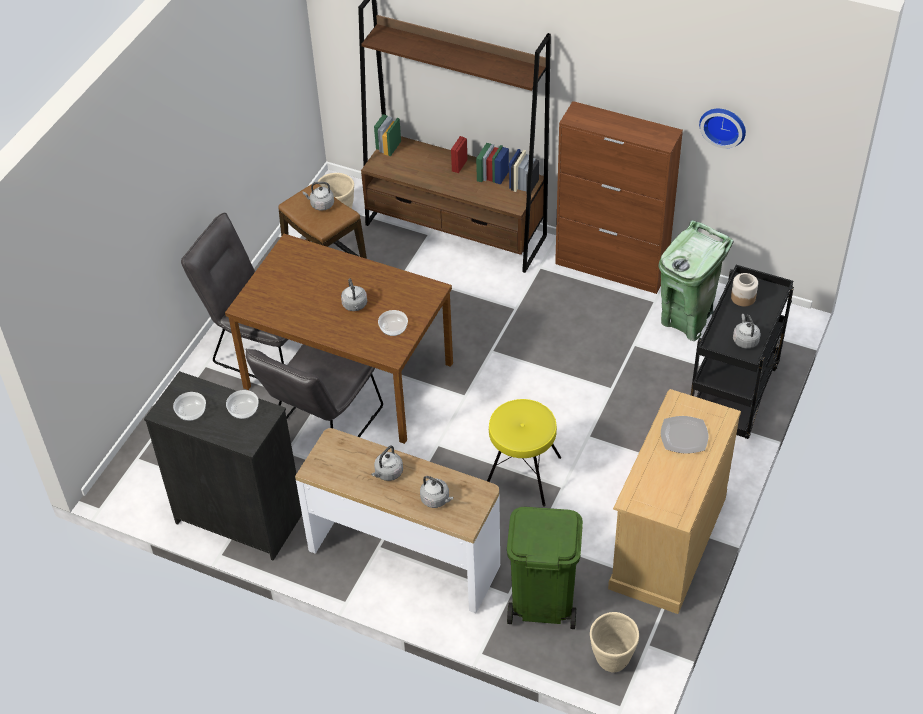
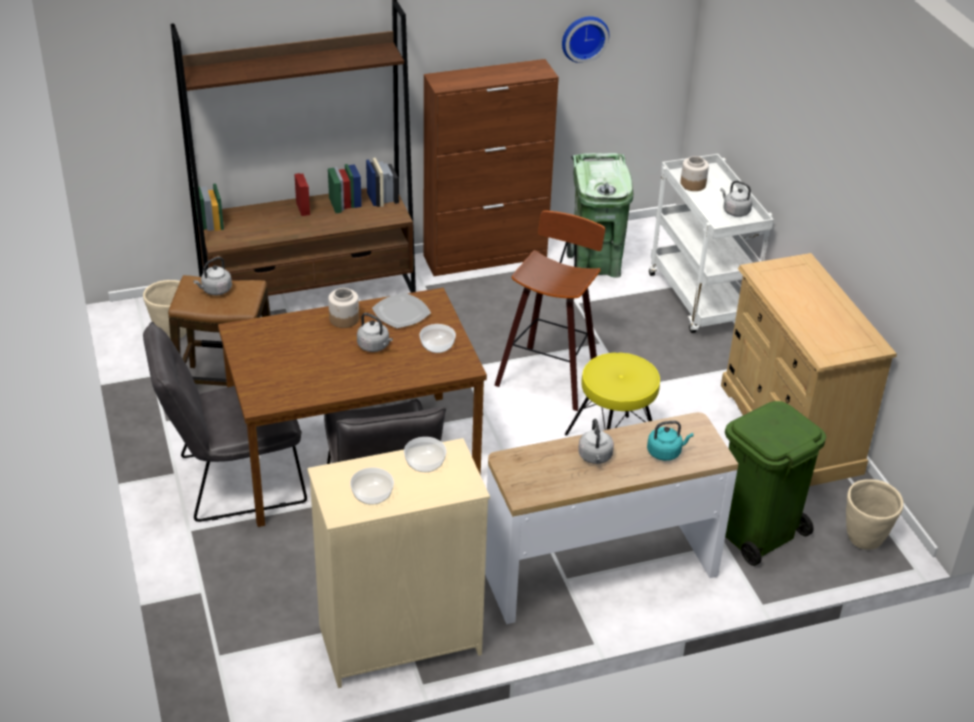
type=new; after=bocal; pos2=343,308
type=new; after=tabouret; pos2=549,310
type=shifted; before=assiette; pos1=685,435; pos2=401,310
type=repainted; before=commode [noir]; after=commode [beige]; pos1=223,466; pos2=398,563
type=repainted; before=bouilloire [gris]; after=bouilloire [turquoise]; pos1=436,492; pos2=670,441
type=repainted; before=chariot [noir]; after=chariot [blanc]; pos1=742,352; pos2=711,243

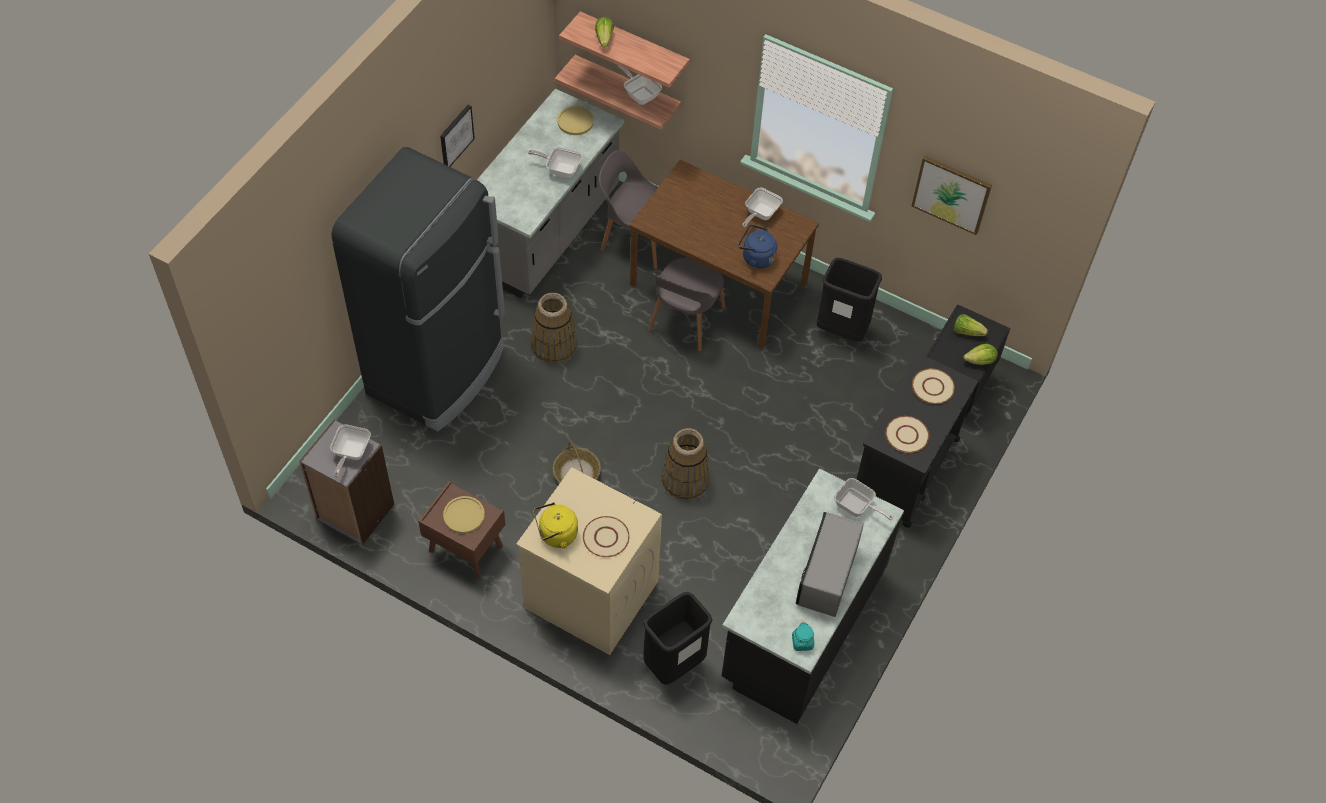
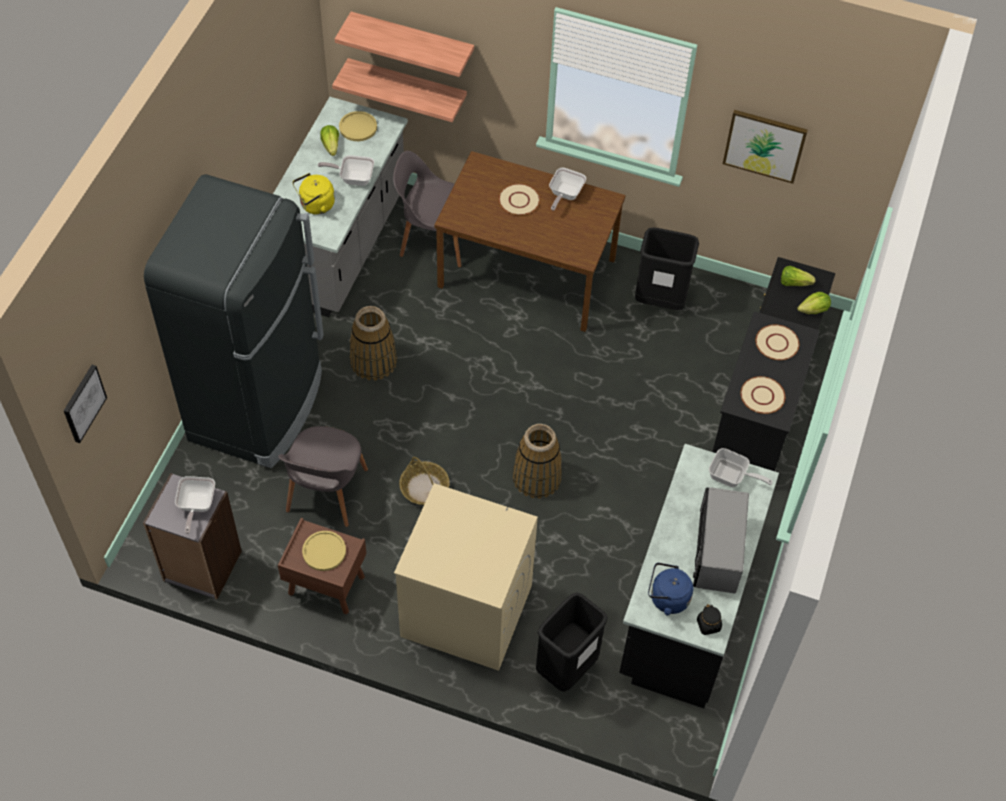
type=gone; before=poêle; pos1=640,85
type=shifted; before=tableau; pos1=457,136; pos2=85,404
type=shifted; before=bouilloire [jaune]; pos1=555,525; pos2=313,194
type=shifted; before=assiette [beige]; pos1=606,536; pos2=519,199
type=shifted; before=laitue; pos1=604,32; pos2=329,140
type=shifted; before=chaise [gris]; pos1=686,305; pos2=323,476
type=shifted; before=bouilloire [bleu]; pos1=757,246; pos2=670,589
type=repainted; before=bocal [turquoise]; after=bocal [noir]; pos1=803,636; pos2=709,619

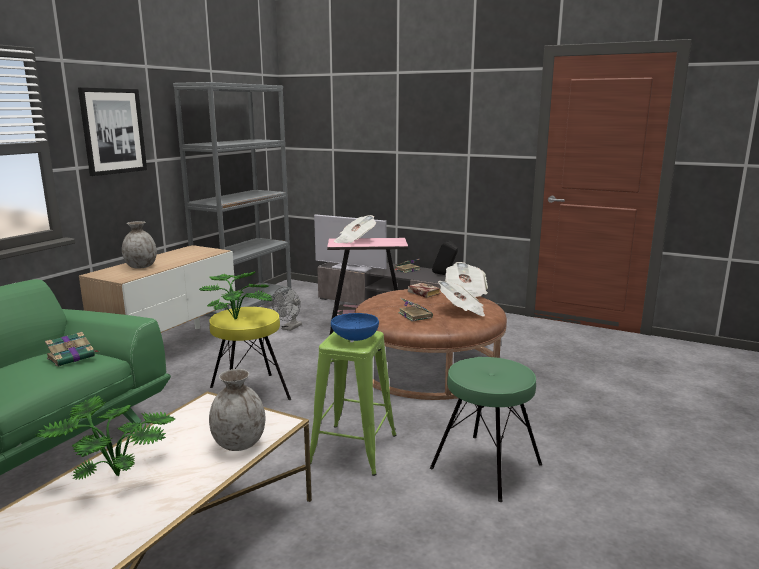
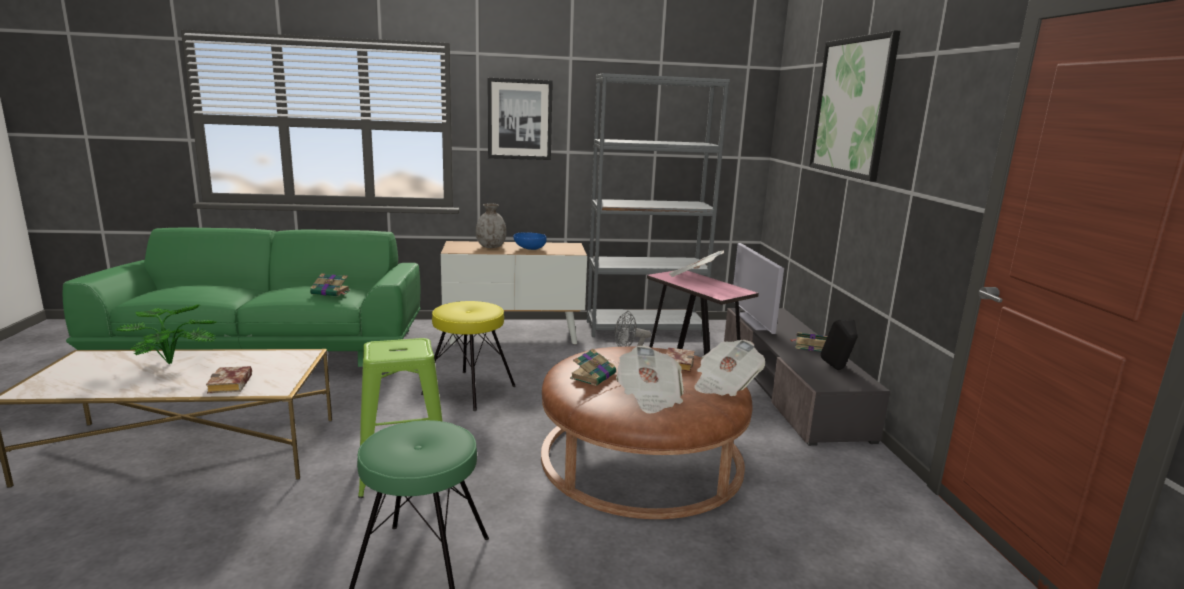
type=gone; before=plante en pot; pos1=236,295
type=new; after=tableau; pos2=854,106
type=shifted; before=bol [bleu]; pos1=355,327; pos2=530,241
type=swapped; before=vase [gris]; after=livre; pos1=237,410; pos2=229,379

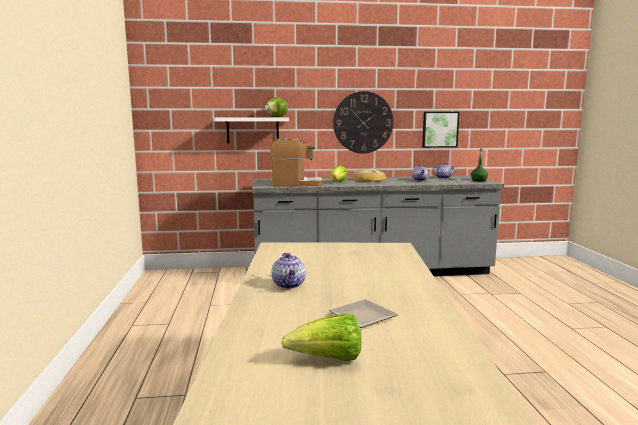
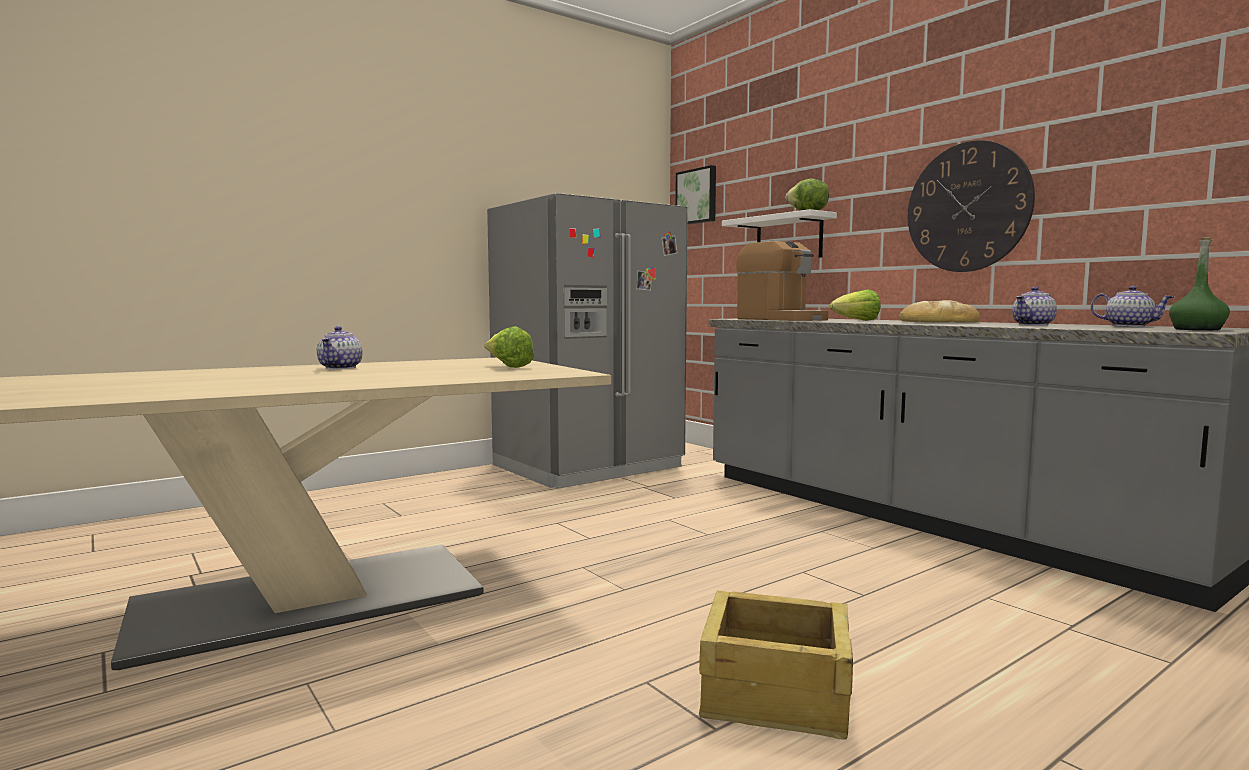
type=gone; before=assiette; pos1=363,313
type=new; after=réfrigérateur [gris]; pos2=587,341
type=new; after=caisse; pos2=776,665
type=shifted; before=laitue; pos1=321,337; pos2=509,347
type=shifted; before=tableau; pos1=441,130; pos2=695,195
type=rotated; before=théière; pos1=289,271; pos2=339,347; turn=-45

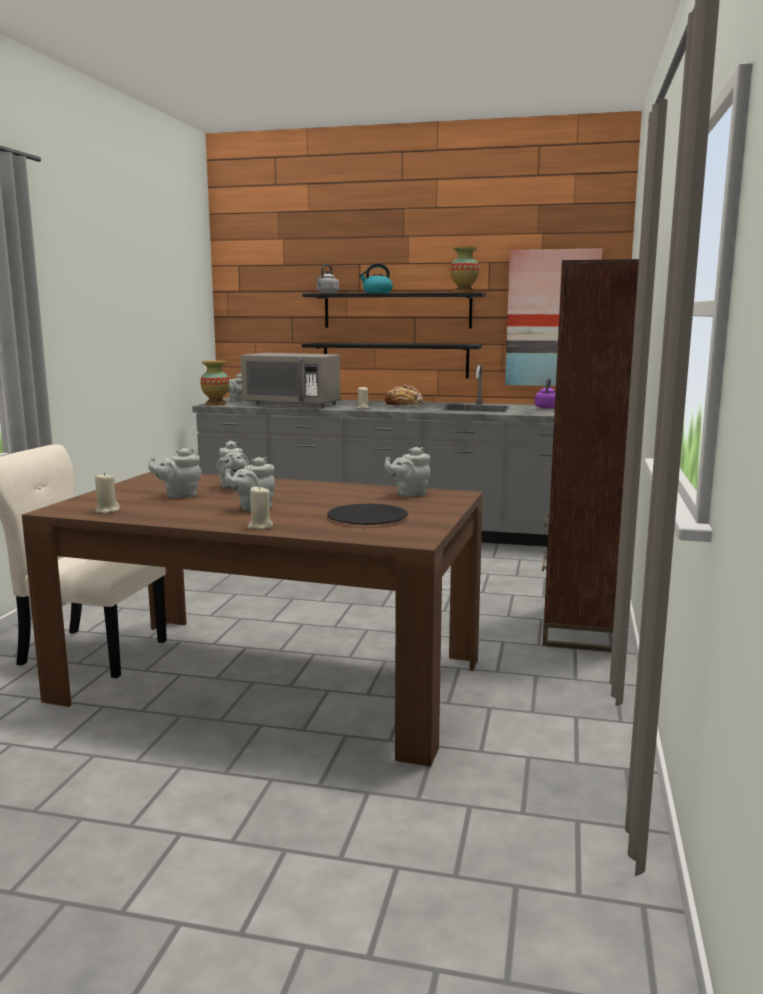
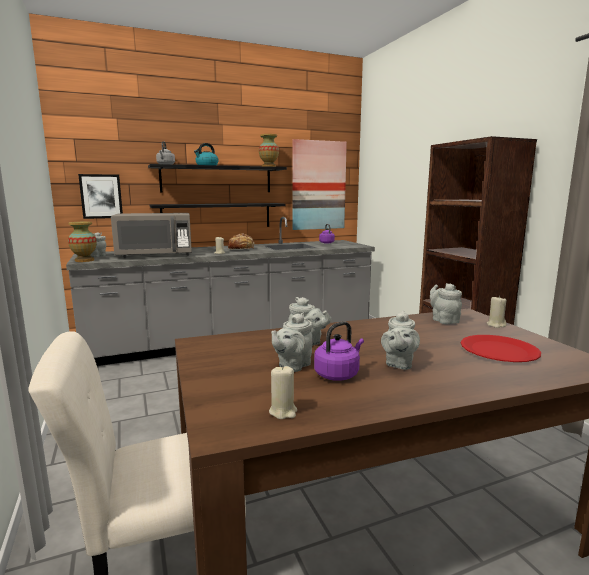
type=new; after=tableau; pos2=100,196
type=new; after=bouilloire [violet]; pos2=339,351
type=shifted; before=bougie [beige]; pos1=260,507; pos2=497,312
type=repainted; before=assiette [noir]; after=assiette [rouge]; pos1=367,514; pos2=501,348
type=rotated; before=théière [gris]; pos1=407,472; pos2=446,303; turn=135

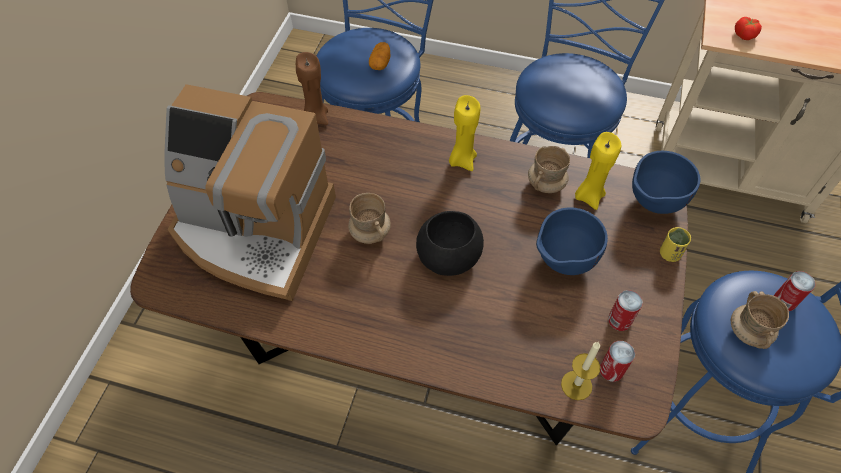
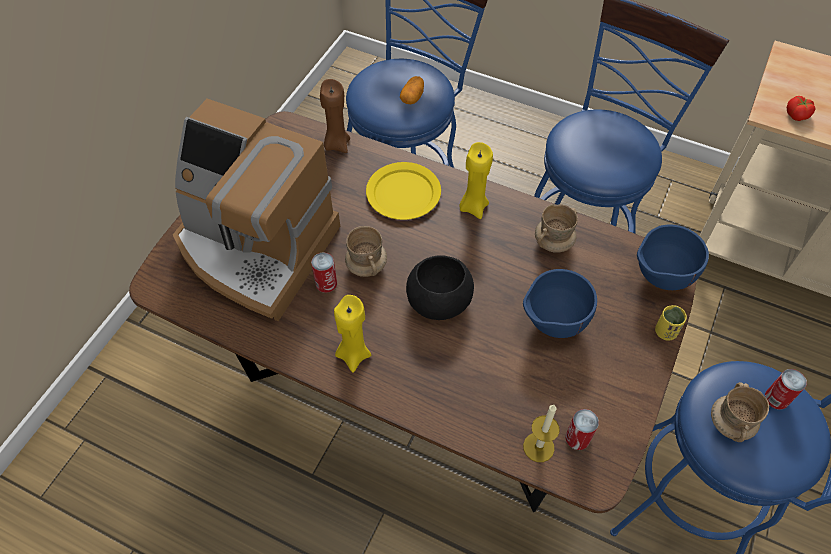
type=new; after=assiette [jaune]; pos2=403,191
type=shifted; before=bougie [jaune]; pos1=598,171; pos2=352,334
type=shifted; before=boîte métallique; pos1=625,310; pos2=324,273

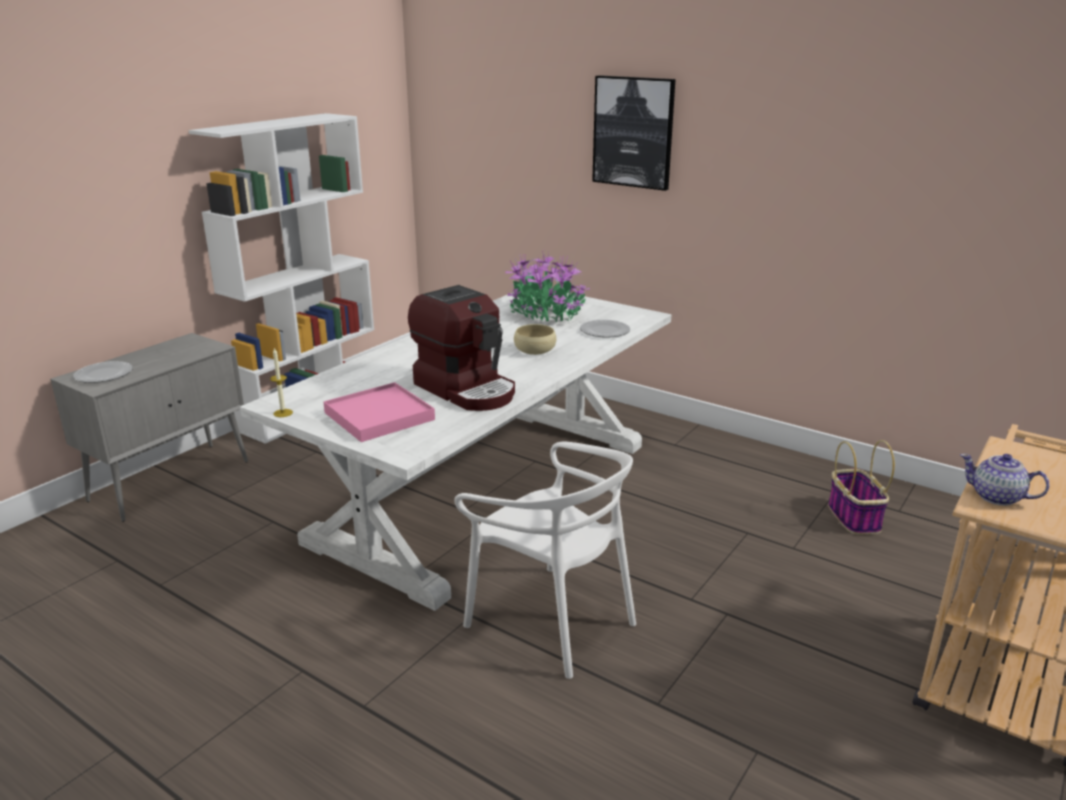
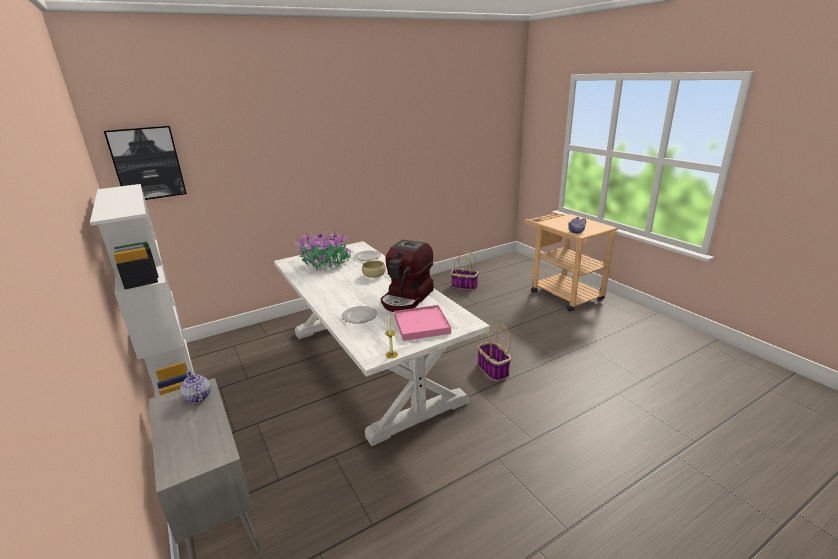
type=new; after=théière; pos2=195,387
type=shifted; before=assiette; pos1=103,372; pos2=359,314
type=shifted; before=tableau; pos1=634,133; pos2=145,163
type=swapped; before=chaise [blanc]; after=panier; pos1=545,560; pos2=494,352
type=rotated; before=machine à café; pos1=461,348; pos2=407,276; turn=135

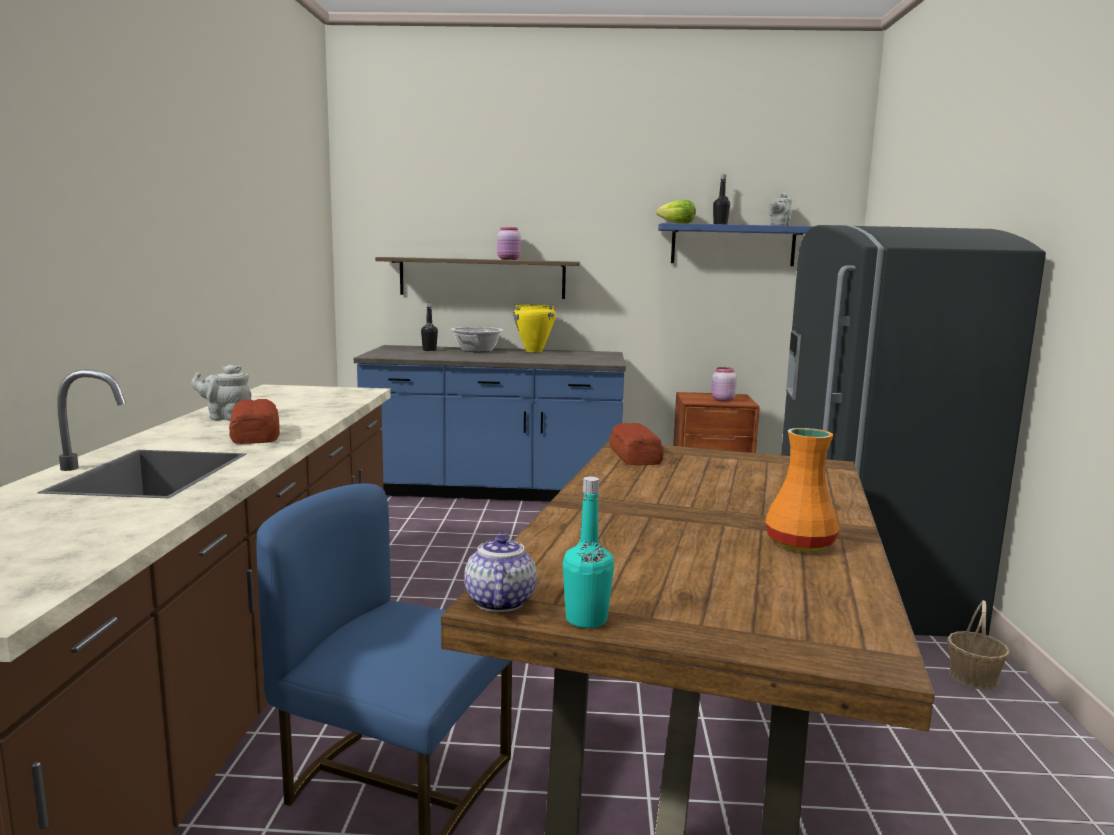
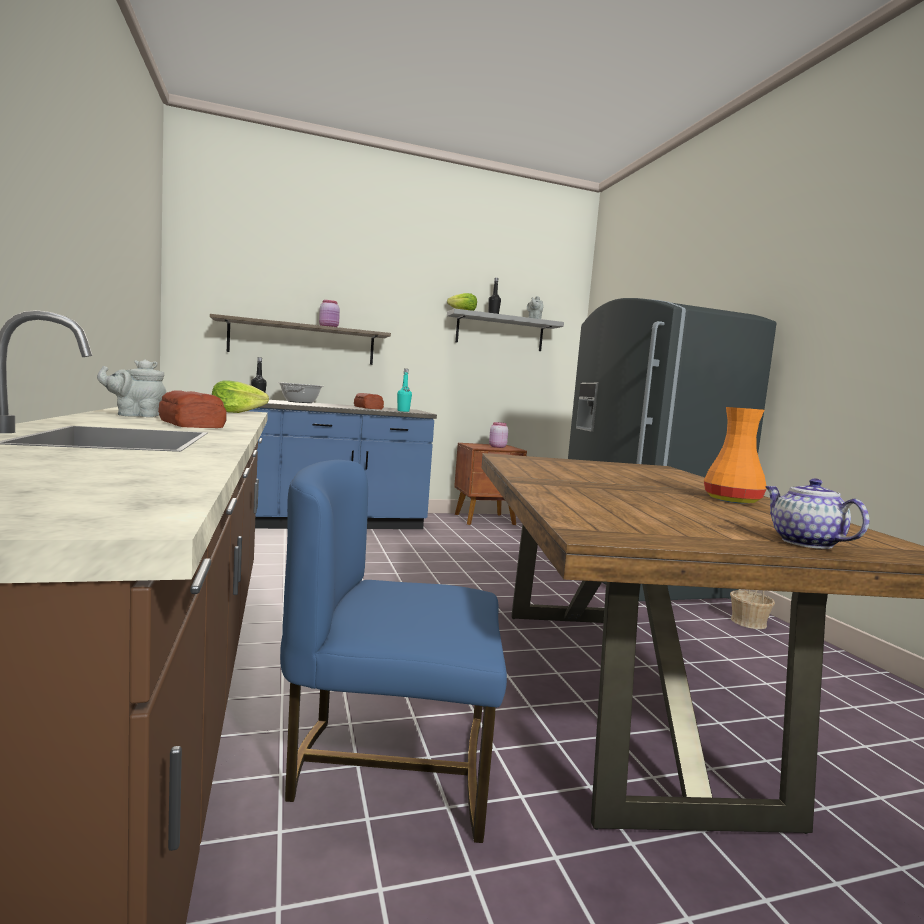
type=gone; before=marmite [jaune]; pos1=534,328
type=new; after=laitue; pos2=240,396
type=shifted; before=théière; pos1=500,572; pos2=817,513
type=shifted; before=bouteille [turquoise]; pos1=588,552; pos2=404,390
type=shifted; before=pain; pos1=636,444; pos2=369,401
type=repainted; before=étagère [bleu]; after=étagère [gris]; pos1=736,244; pos2=505,329

